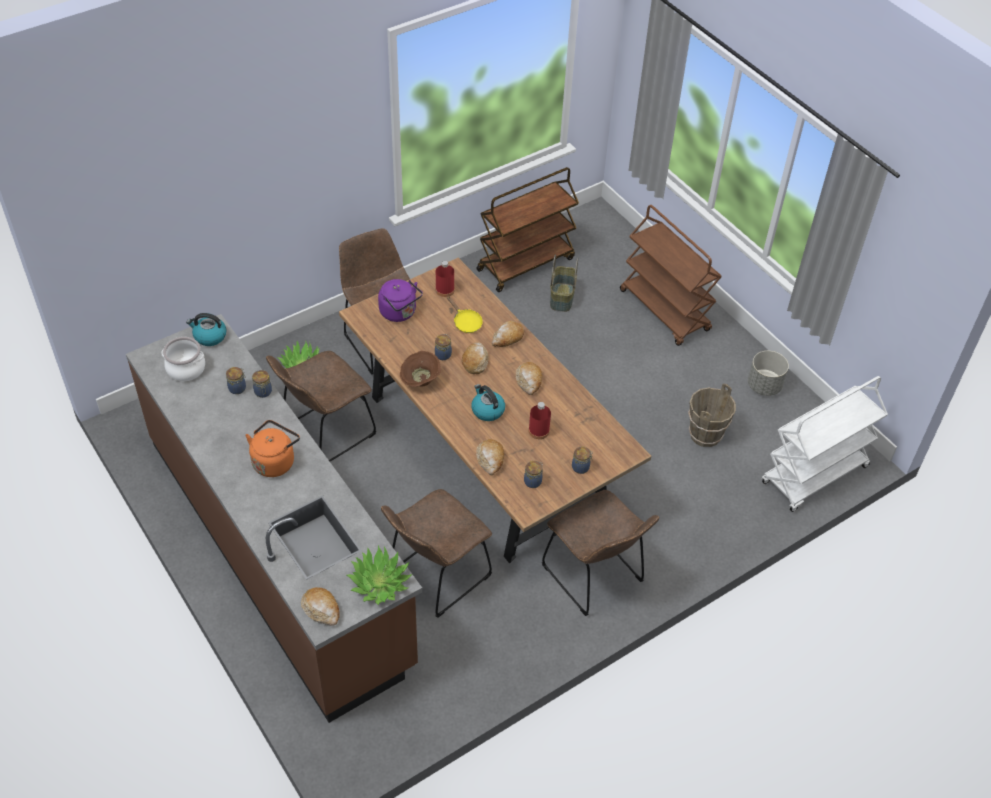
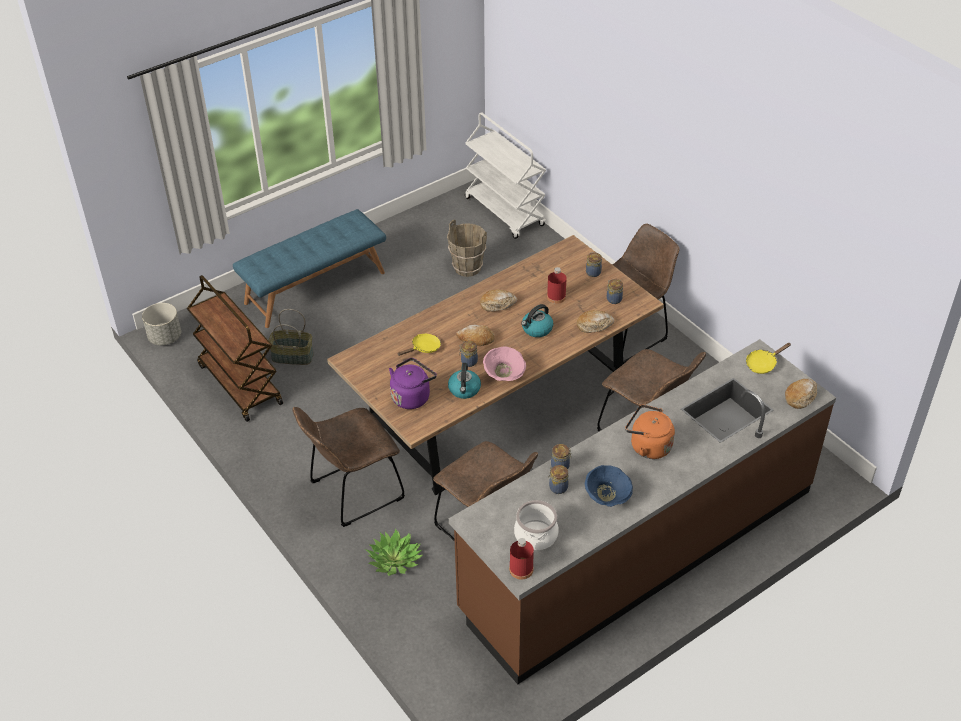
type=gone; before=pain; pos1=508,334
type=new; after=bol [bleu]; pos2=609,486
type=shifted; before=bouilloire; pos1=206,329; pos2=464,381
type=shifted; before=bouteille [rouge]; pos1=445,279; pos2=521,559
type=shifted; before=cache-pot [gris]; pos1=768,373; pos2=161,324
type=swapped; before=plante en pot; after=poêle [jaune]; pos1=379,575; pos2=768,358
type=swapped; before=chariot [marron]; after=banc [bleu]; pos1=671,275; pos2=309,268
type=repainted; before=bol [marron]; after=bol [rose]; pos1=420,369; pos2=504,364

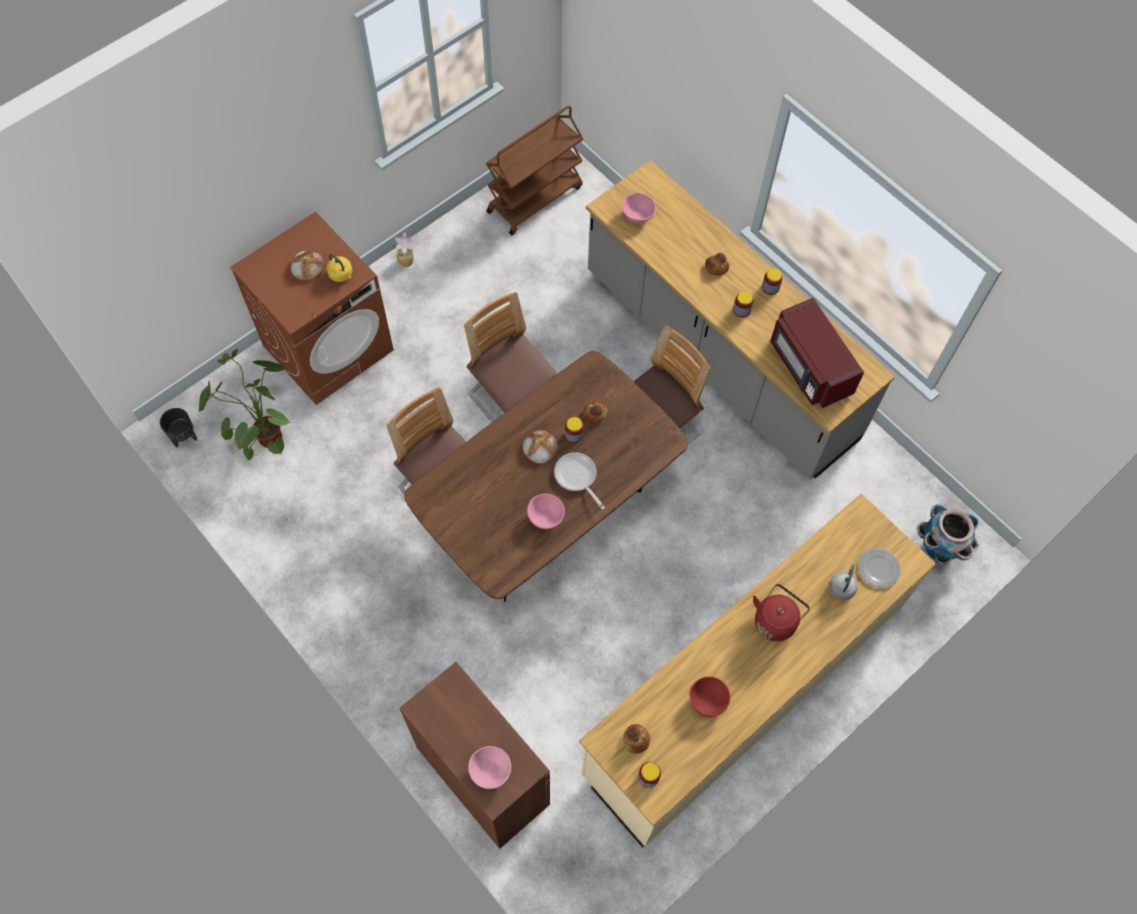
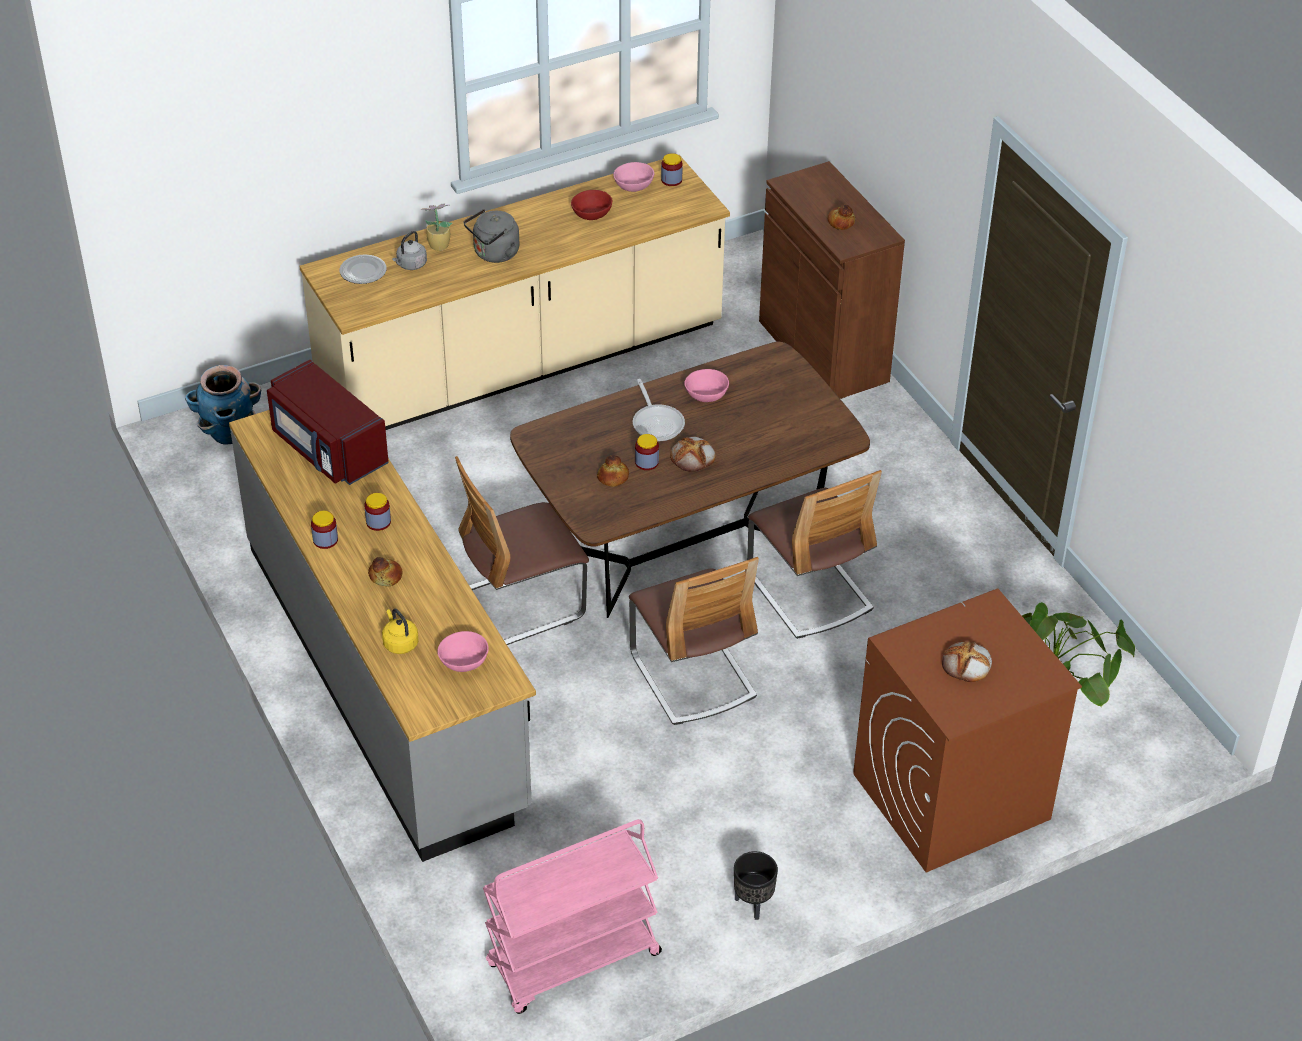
type=shifted; before=cache-pot [noir]; pos1=178,427; pos2=756,885
type=shifted; before=bouilloire [jaune]; pos1=339,268; pos2=400,631
type=shifted; before=plante en pot; pos1=403,249; pos2=436,227
type=shifted; before=bol [rose]; pos1=490,767; pos2=633,177
type=shifted; before=pain; pos1=636,739; pos2=841,217
type=repainted; before=chariot [marron]; after=chariot [rose]; pos1=534,170; pos2=572,916
type=repainted; before=bouilloire [rouge]; after=bouilloire [gris]; pos1=781,613; pos2=491,236
type=rotated; before=micro-ondes [rouge]; pos1=817,353; pos2=328,422; turn=150

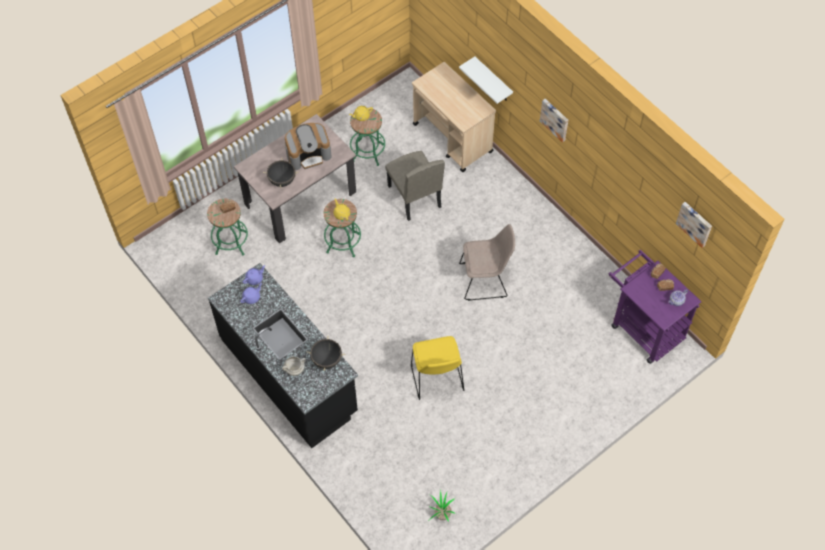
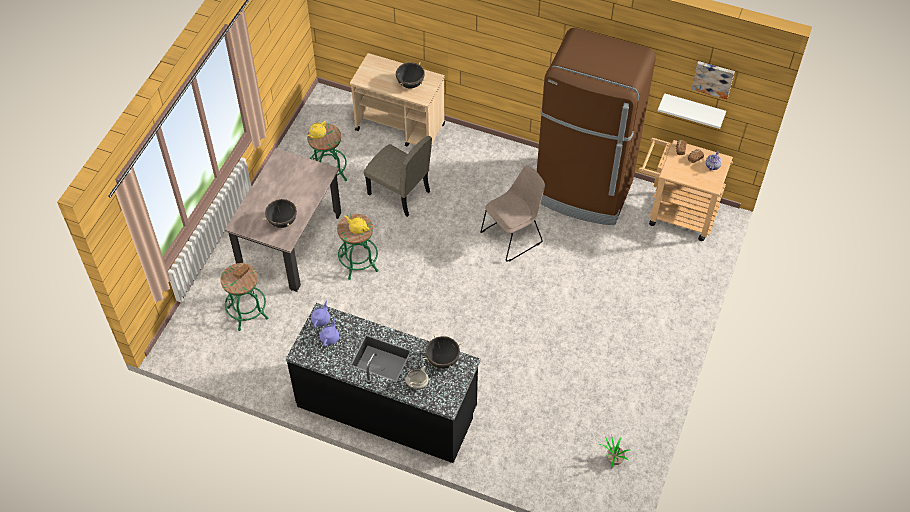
type=gone; before=machine à café; pos1=308,146
type=gone; before=chaise [jaune]; pos1=437,368
type=gone; before=tableau; pos1=554,120
type=new; after=marmite [noir]; pos2=410,75
type=new; after=réfrigérateur [marron]; pos2=596,126
type=shifted; before=étagère [blanc]; pos1=486,80; pos2=692,111
type=repainted; before=chariot [violet]; after=chariot [beige]; pos1=655,307; pos2=686,189

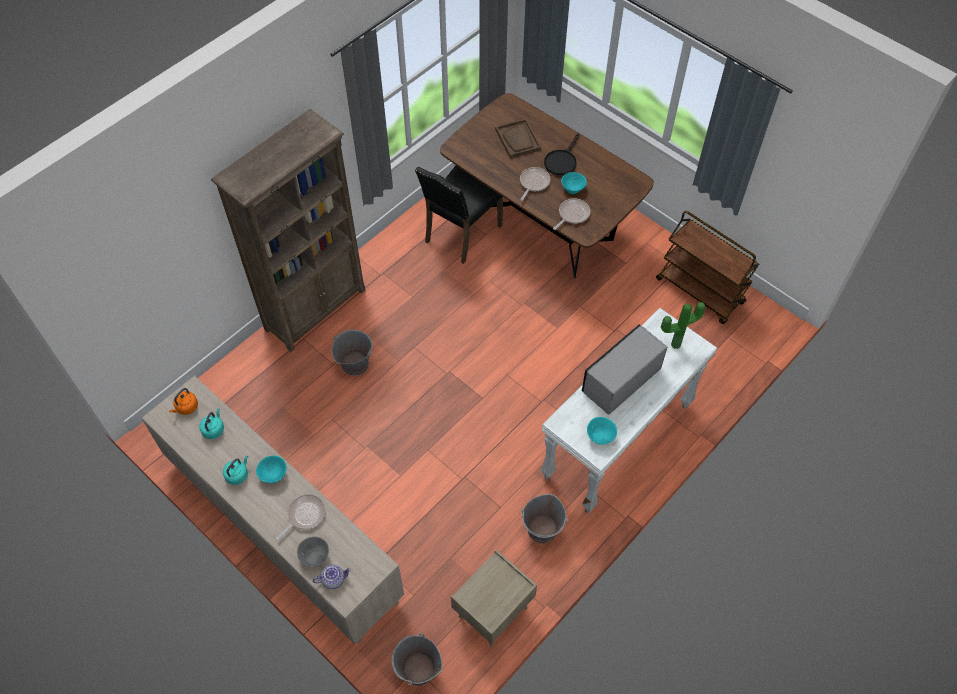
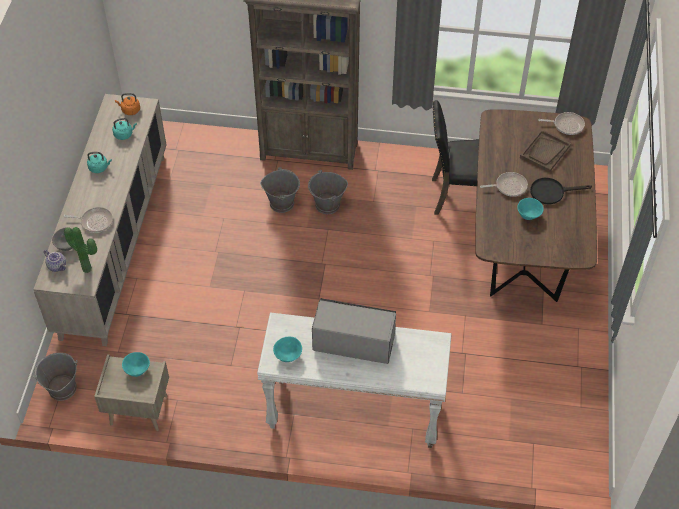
type=gone; before=chariot [marron]; pos1=707,267
type=shifted; before=bol [turquoise]; pos1=271,469; pos2=136,364
type=shifted; before=seau [gris]; pos1=544,518; pos2=328,192
type=shifted; before=poêle; pos1=571,214; pos2=561,123
type=shifted; before=plante en pot; pos1=683,325; pos2=80,250

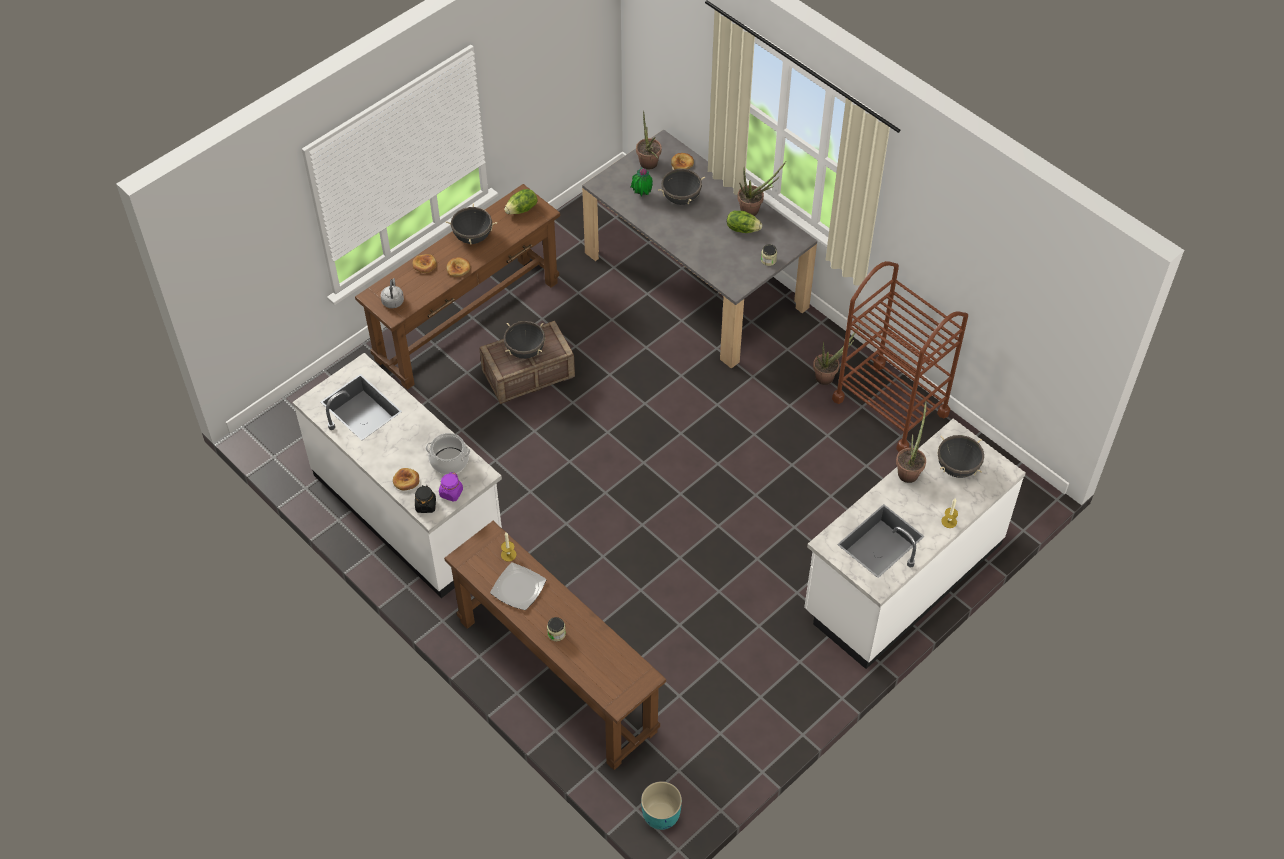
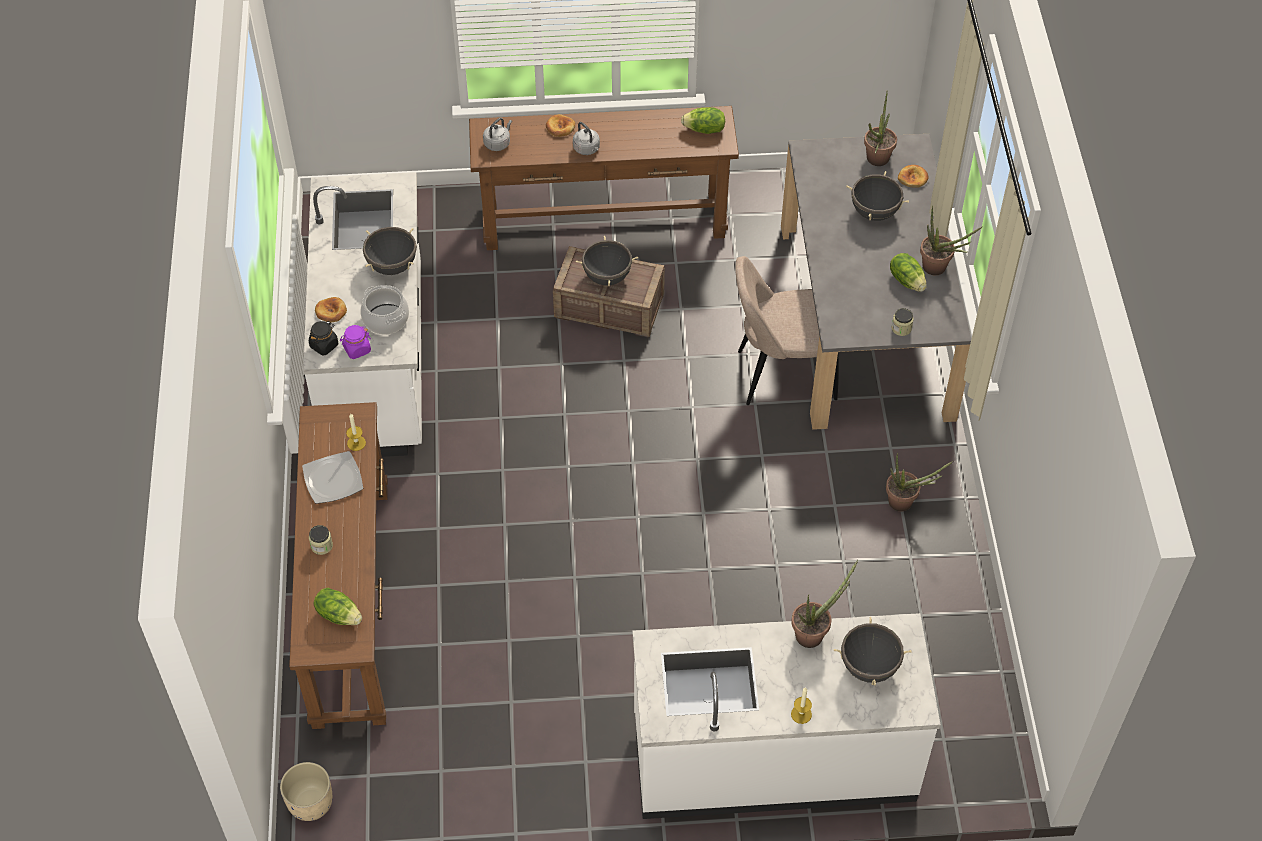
type=gone; before=plante en pot; pos1=641,181
type=gone; before=chariot [marron]; pos1=900,356
type=new; after=laitue; pos2=338,606
type=new; after=chaise [beige]; pos2=787,330
type=shifted; before=marmite [noir]; pos1=471,224; pos2=390,251
type=swapped; before=pain; after=bouilloire [gris]; pos1=458,267; pos2=586,138
type=repainted; before=cache-pot [turquoise]; after=cache-pot [beige]; pos1=661,805; pos2=306,791

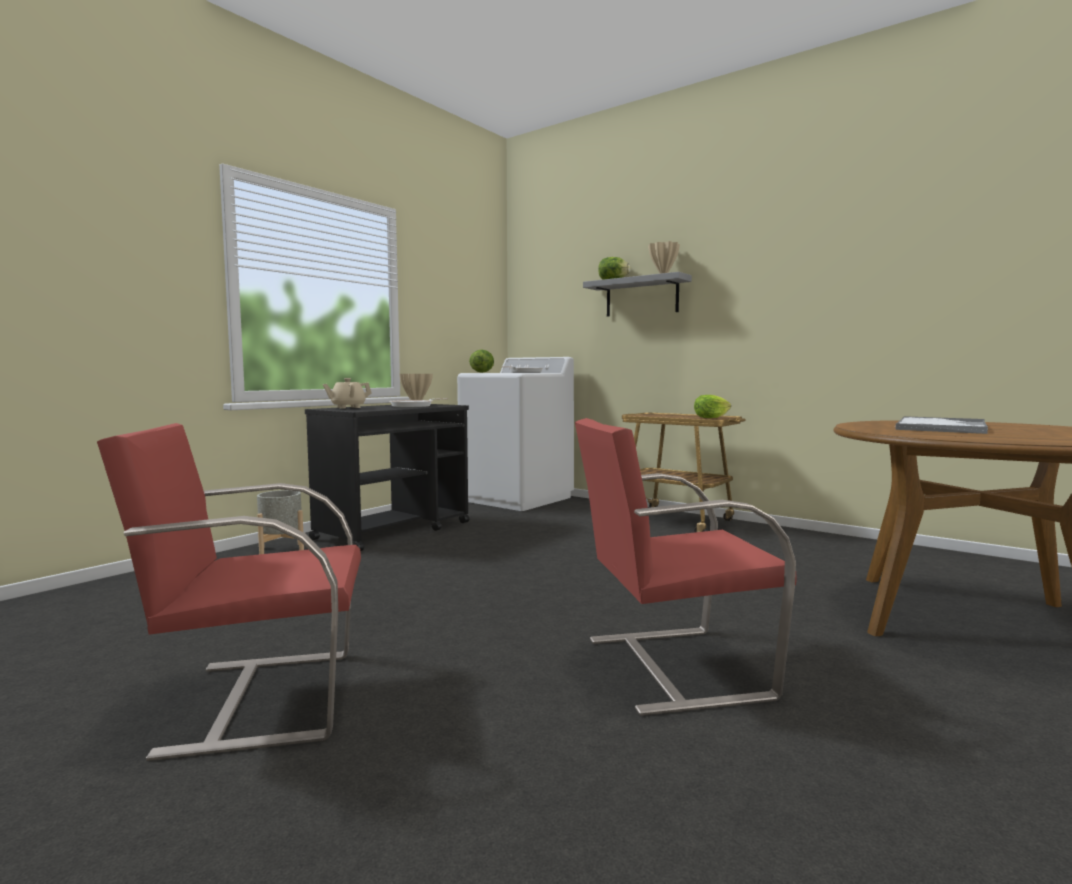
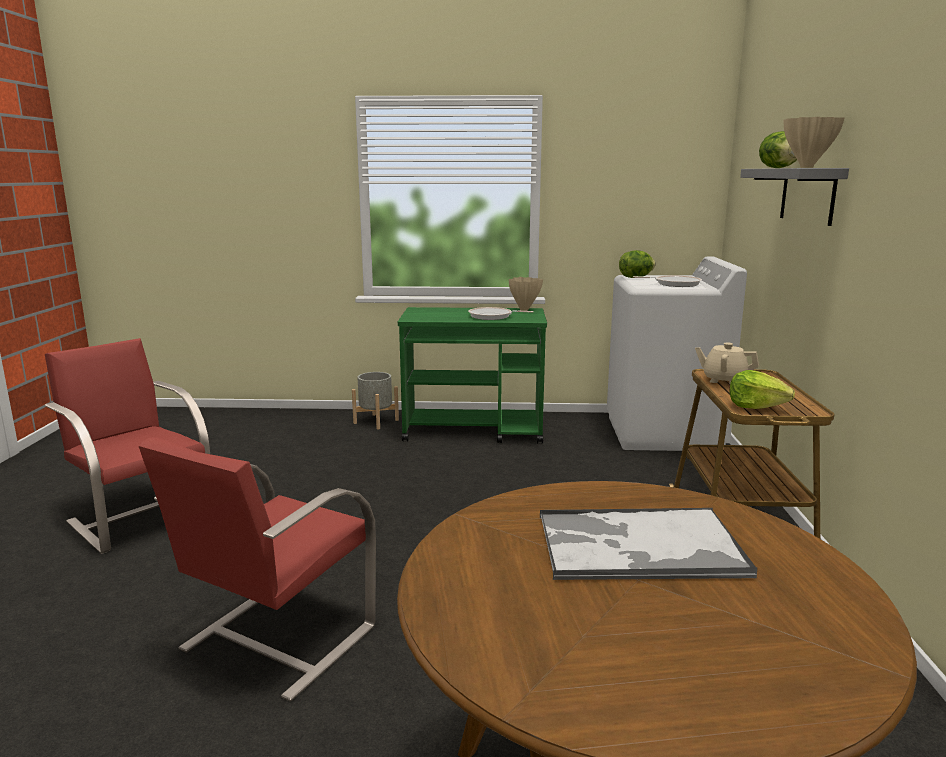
type=shifted; before=théière [beige]; pos1=347,393; pos2=727,363
type=repainted; before=chariot [noir]; after=chariot [vert]; pos1=387,477; pos2=472,375
type=rotated; before=chaise [rouge]; pos1=686,567; pos2=257,570; turn=-105

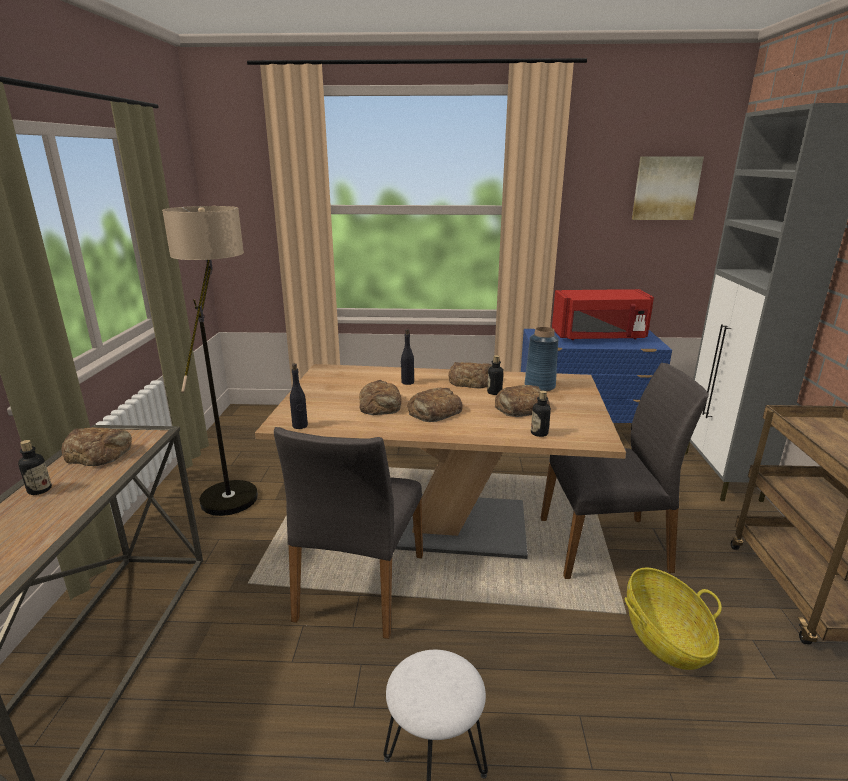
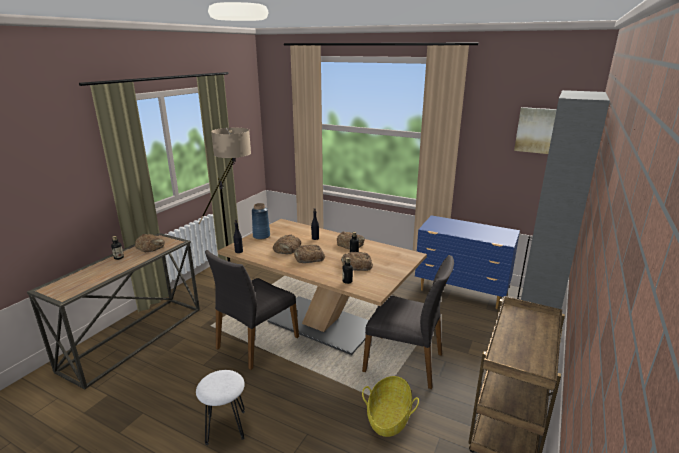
type=gone; before=micro-ondes [rouge]; pos1=603,314
type=shifted; before=vase [bleu]; pos1=542,359; pos2=261,221

